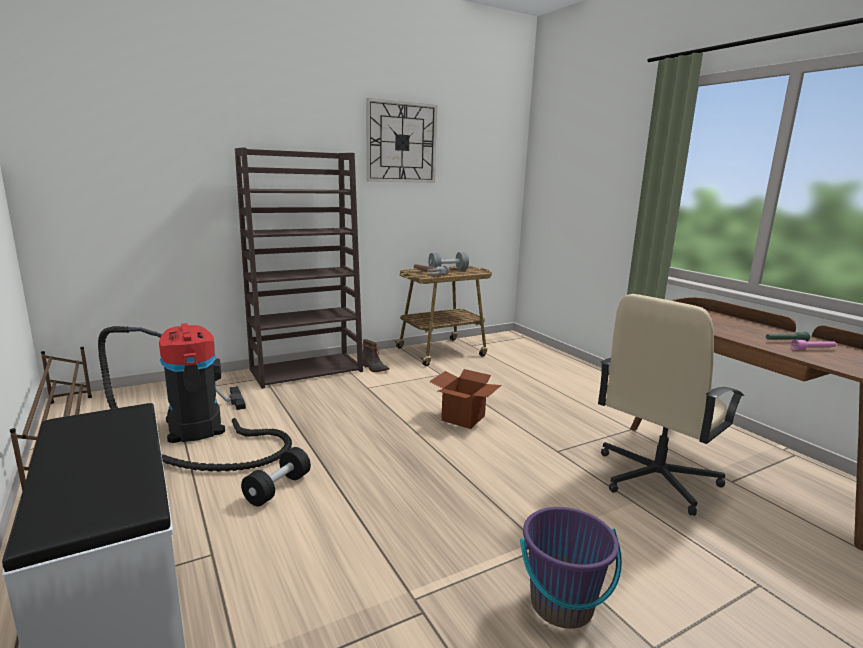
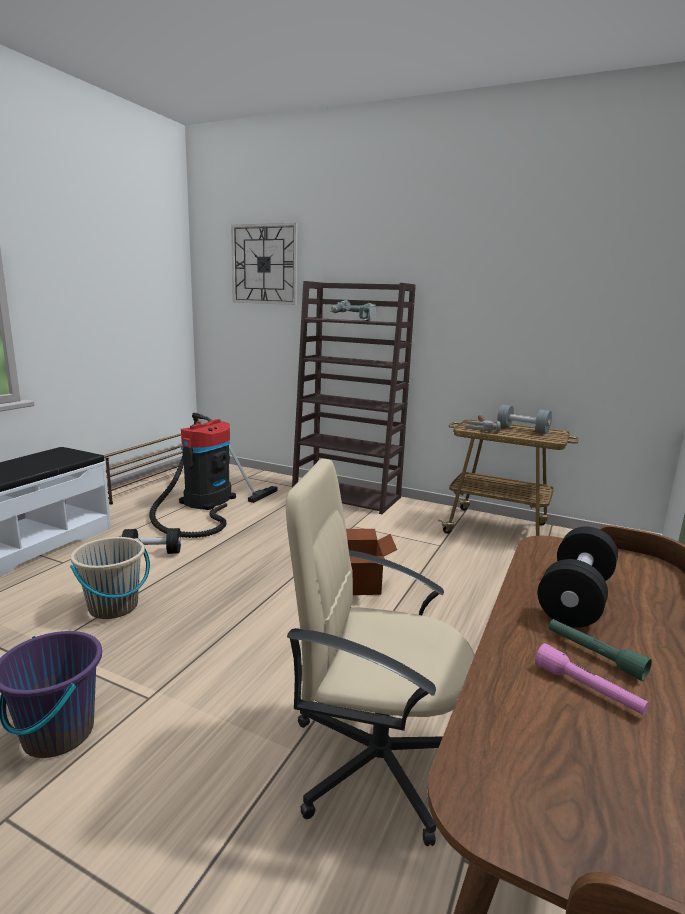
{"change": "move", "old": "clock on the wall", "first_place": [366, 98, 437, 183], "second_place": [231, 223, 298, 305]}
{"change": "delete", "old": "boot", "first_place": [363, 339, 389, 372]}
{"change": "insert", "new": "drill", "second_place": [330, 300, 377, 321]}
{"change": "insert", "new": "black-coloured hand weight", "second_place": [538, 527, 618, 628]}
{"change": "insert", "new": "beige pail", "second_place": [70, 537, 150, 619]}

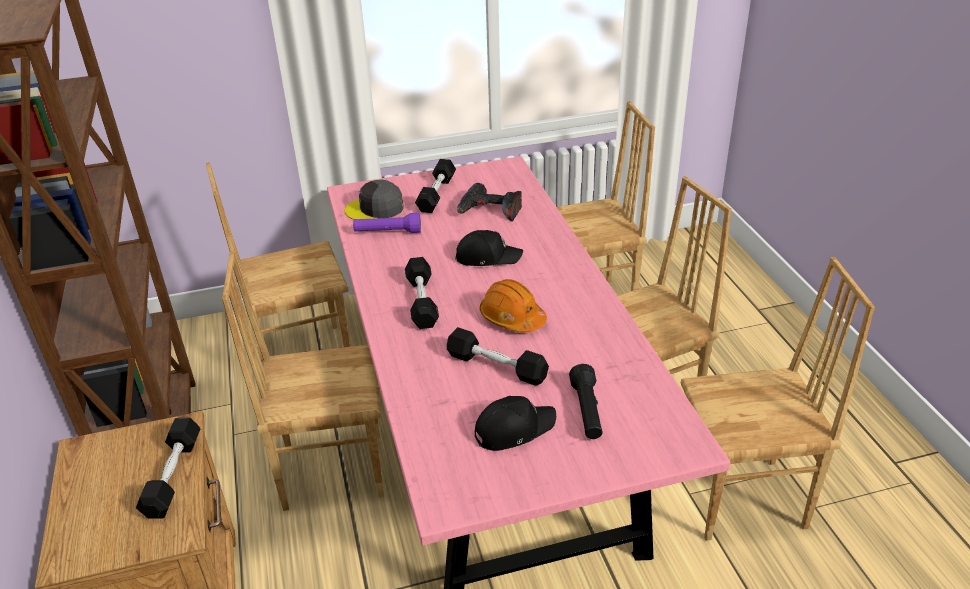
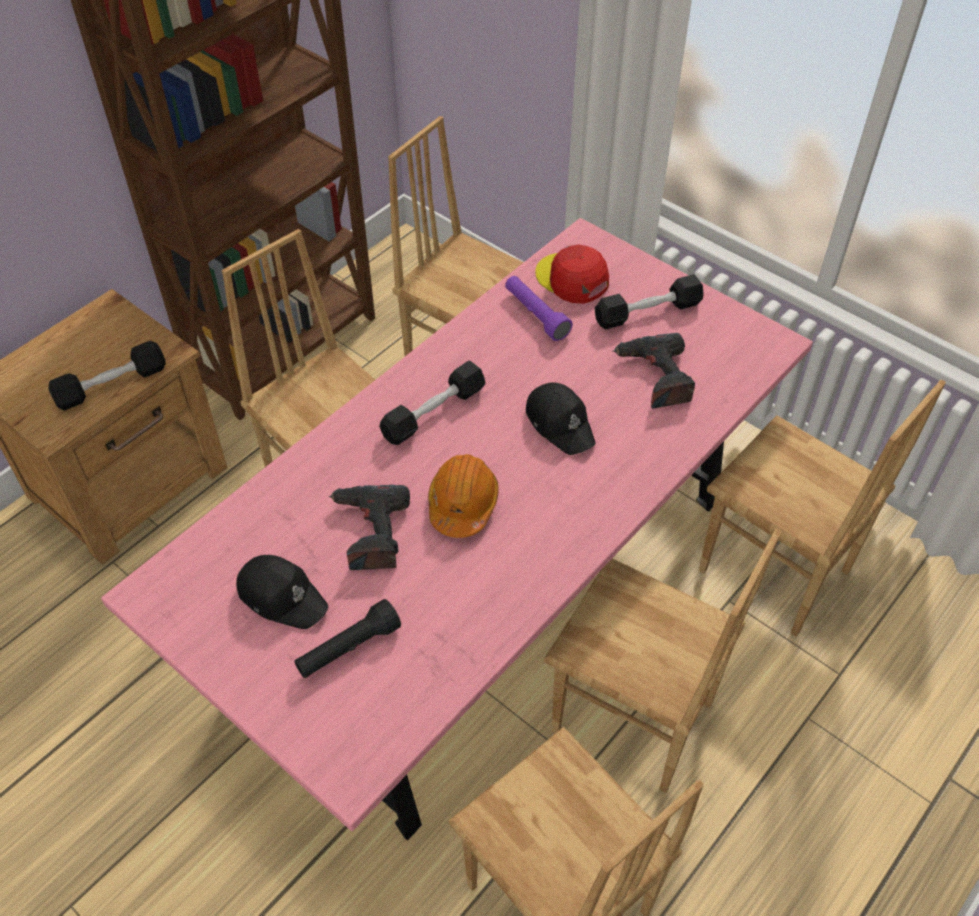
{"change": "recolor", "old": "grey peaked cap", "new": "red-coloured peaked cap", "first_place": [344, 179, 403, 220], "second_place": [535, 245, 609, 304]}
{"change": "replace", "old": "black-coloured hand weight", "new": "drill", "first_place": [447, 327, 549, 386], "second_place": [329, 485, 410, 570]}

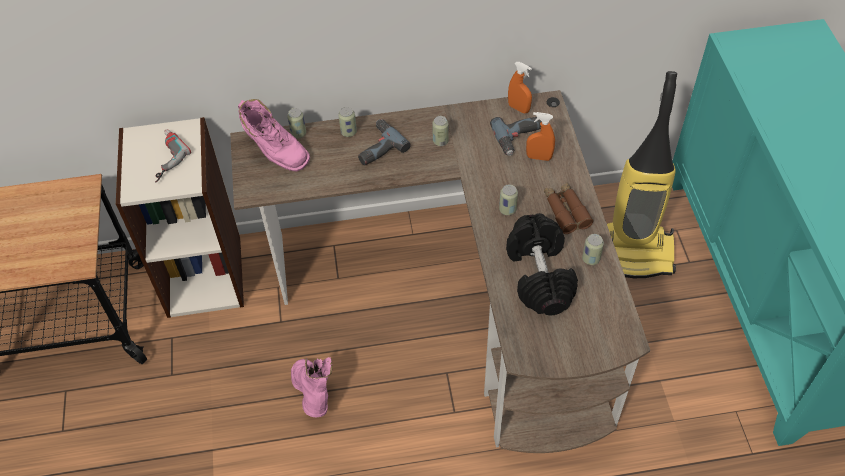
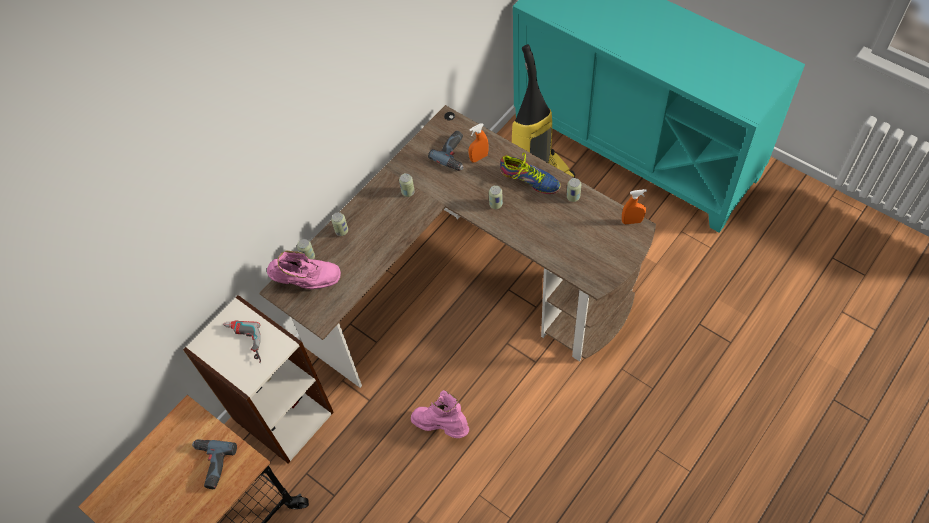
{"change": "move", "old": "orangey spray bottle", "first_place": [508, 62, 532, 113], "second_place": [622, 189, 647, 224]}
{"change": "move", "old": "drill", "first_place": [358, 119, 411, 165], "second_place": [192, 439, 237, 489]}
{"change": "replace", "old": "brown-coloured binoculars", "new": "item of footwear", "first_place": [544, 182, 593, 234], "second_place": [500, 153, 561, 194]}
{"change": "delete", "old": "black-coloured hand weight", "first_place": [506, 213, 578, 315]}

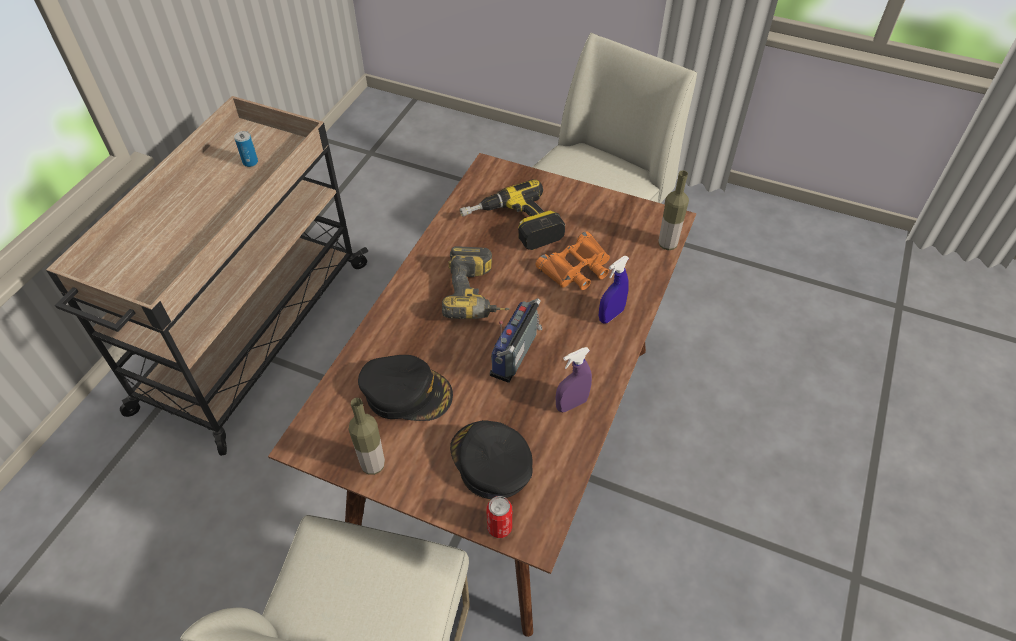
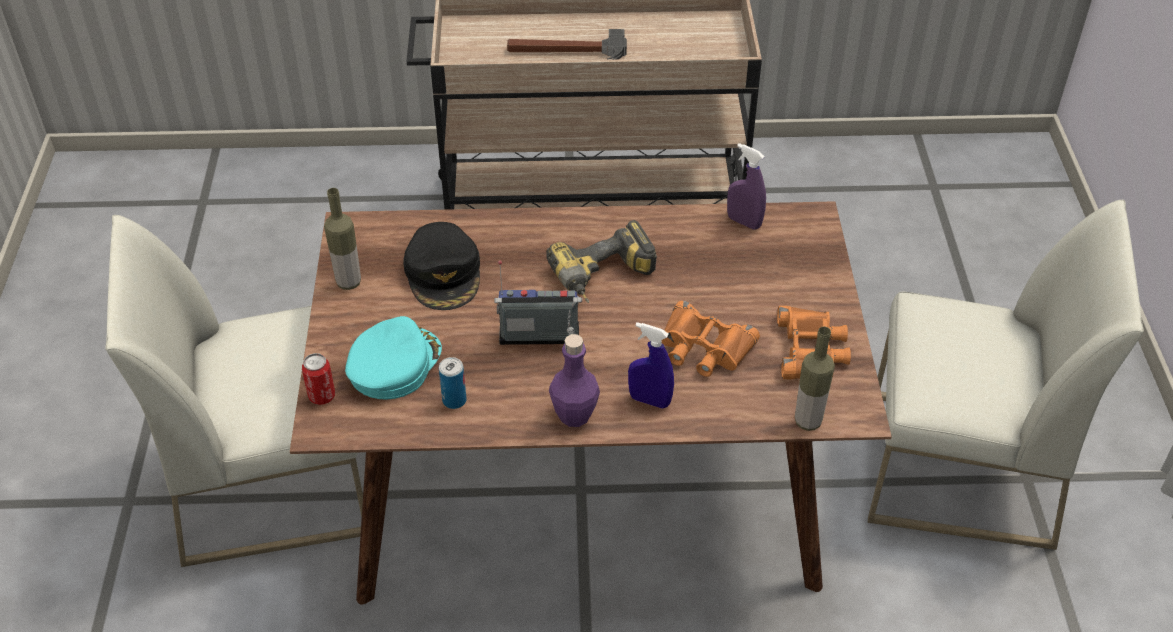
{"change": "move", "old": "metal can", "first_place": [234, 131, 258, 167], "second_place": [439, 357, 467, 409]}
{"change": "delete", "old": "drill", "first_place": [460, 179, 565, 250]}
{"change": "move", "old": "purplish spray bottle", "first_place": [555, 347, 592, 412], "second_place": [727, 143, 766, 230]}
{"change": "recolor", "old": "black-coloured peaked cap", "new": "turquoise-coloured peaked cap", "first_place": [450, 420, 533, 499], "second_place": [345, 316, 442, 400]}
{"change": "insert", "new": "hammer", "second_place": [507, 29, 627, 60]}
{"change": "insert", "new": "orangey binoculars", "second_place": [777, 306, 851, 379]}
{"change": "insert", "new": "purplish beverage bottle", "second_place": [549, 334, 600, 427]}

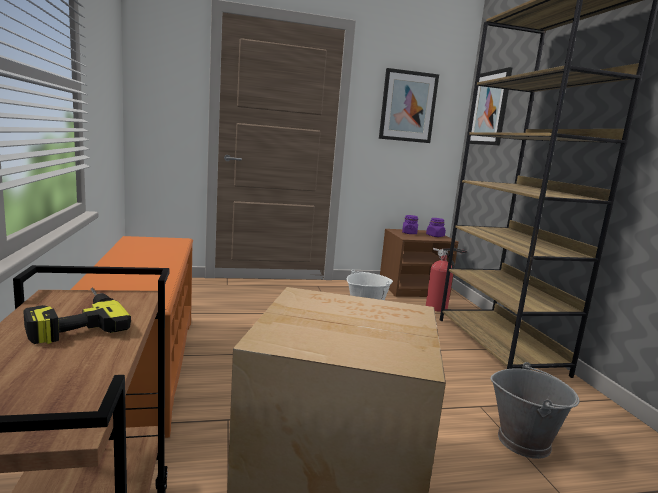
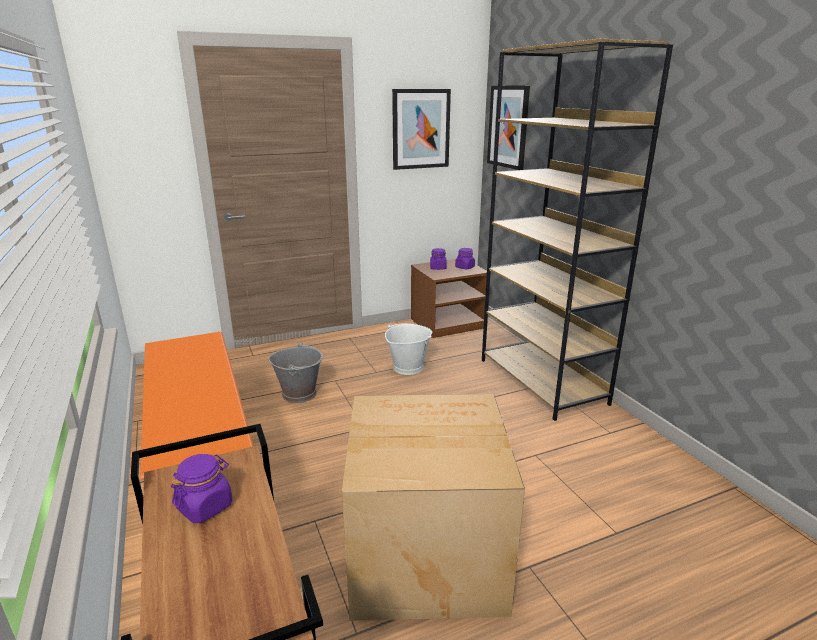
{"change": "delete", "old": "fire-fighting cylinder", "first_place": [426, 248, 467, 312]}
{"change": "replace", "old": "drill", "new": "purplish preserve jar", "first_place": [23, 288, 131, 344], "second_place": [171, 454, 233, 523]}
{"change": "move", "old": "grey pail", "first_place": [490, 362, 579, 459], "second_place": [268, 342, 323, 403]}

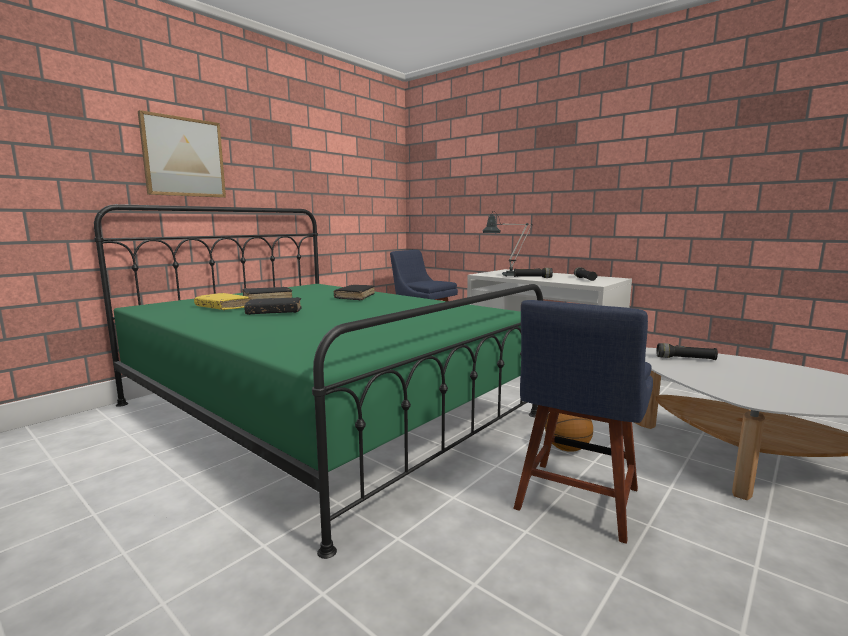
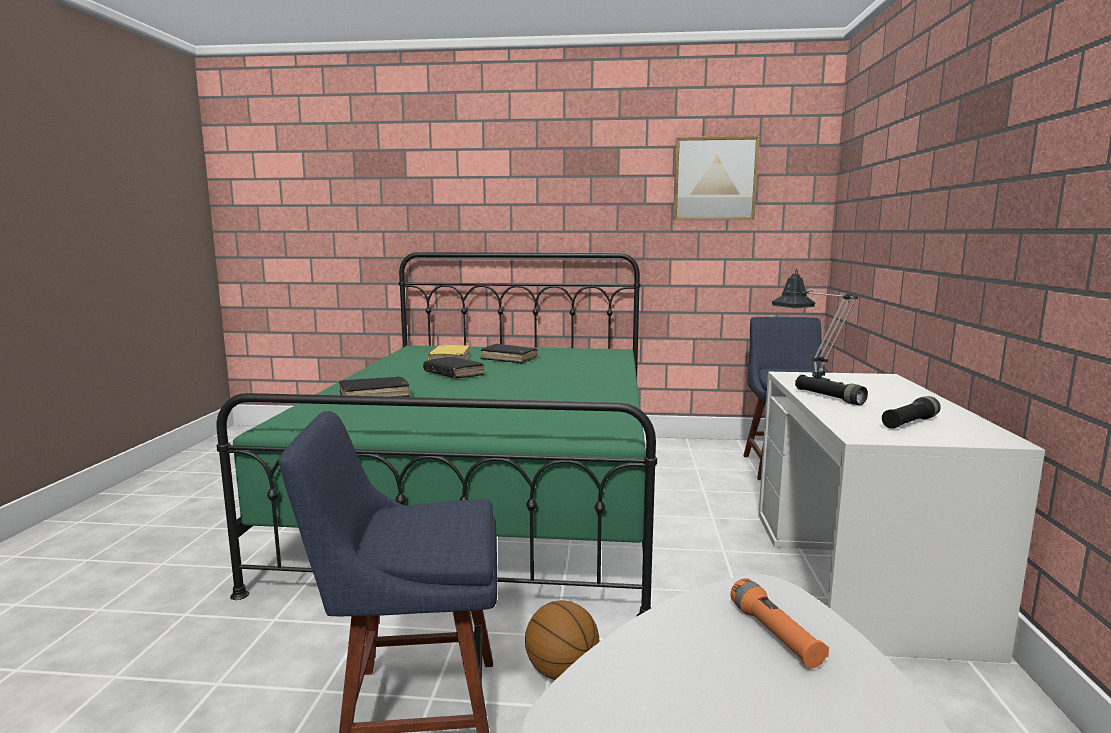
{"change": "move", "old": "wall art", "first_place": [138, 110, 226, 198], "second_place": [673, 136, 760, 220]}
{"change": "move", "old": "black-coloured book", "first_place": [334, 285, 375, 300], "second_place": [339, 376, 410, 397]}
{"change": "recolor", "old": "black-coloured torch", "new": "orangey torch", "first_place": [656, 343, 718, 360], "second_place": [730, 578, 829, 668]}

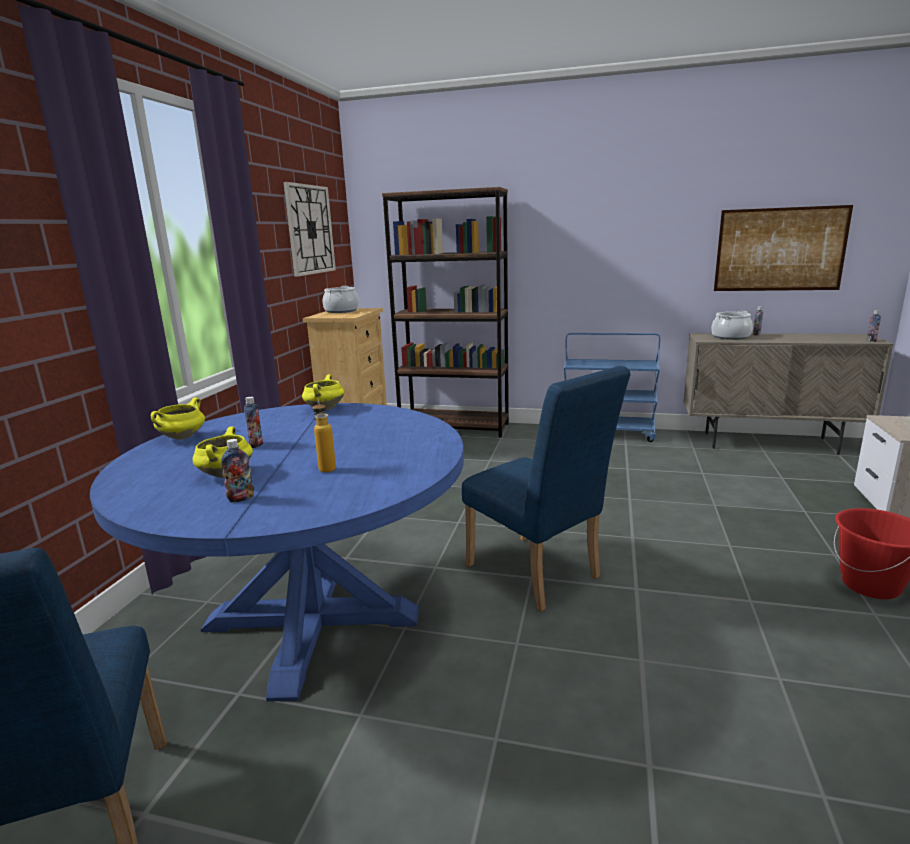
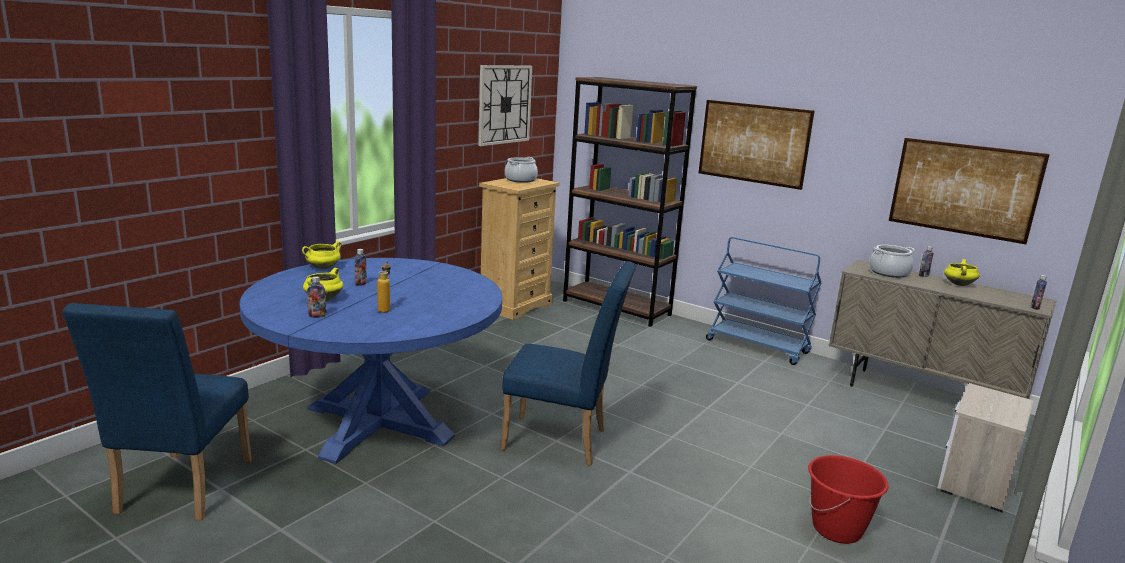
{"change": "rotate", "old": "blue-coloured upright chair", "first_place": [462, 366, 631, 612], "second_place": [501, 261, 636, 466], "degrees": -60}
{"change": "move", "old": "yellow cooking pot", "first_place": [302, 374, 344, 410], "second_place": [944, 259, 980, 286]}
{"change": "insert", "new": "wall art", "second_place": [699, 100, 814, 190]}

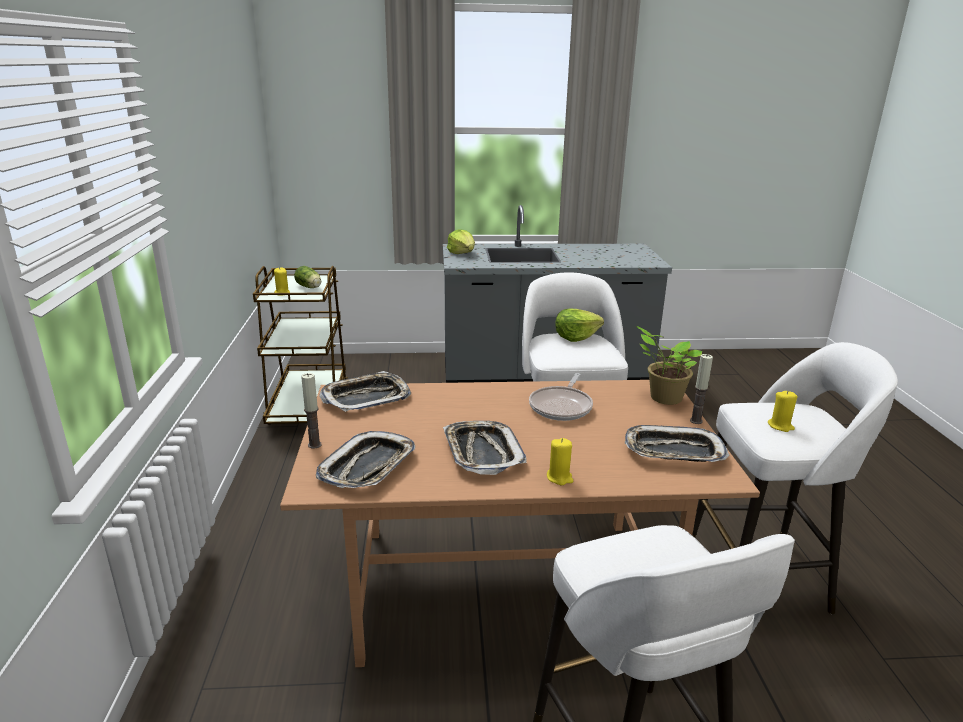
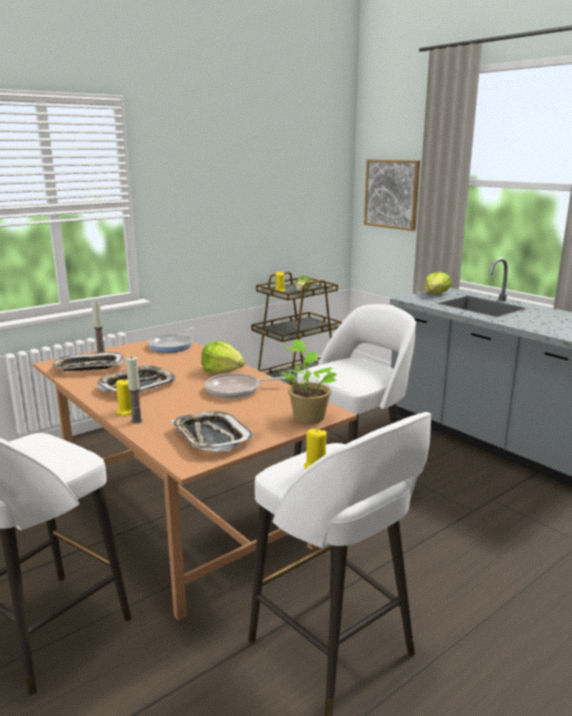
{"change": "move", "old": "lettuce head", "first_place": [555, 309, 604, 342], "second_place": [201, 341, 245, 373]}
{"change": "move", "old": "wax light", "first_place": [690, 354, 713, 424], "second_place": [126, 357, 143, 424]}
{"change": "replace", "old": "carrying tray", "new": "skillet", "first_place": [319, 371, 411, 412], "second_place": [148, 327, 195, 352]}
{"change": "insert", "new": "wall art", "second_place": [364, 160, 420, 231]}

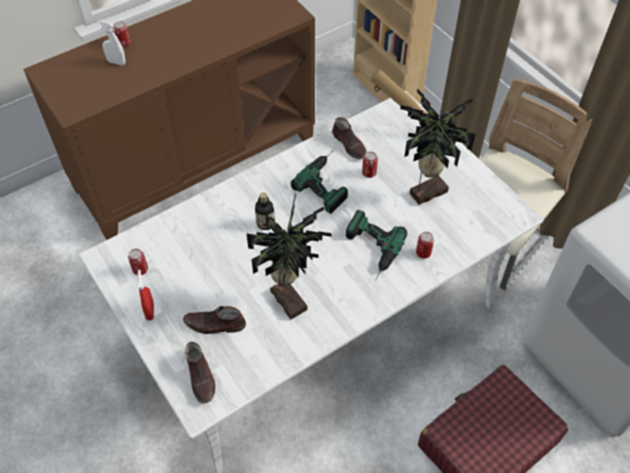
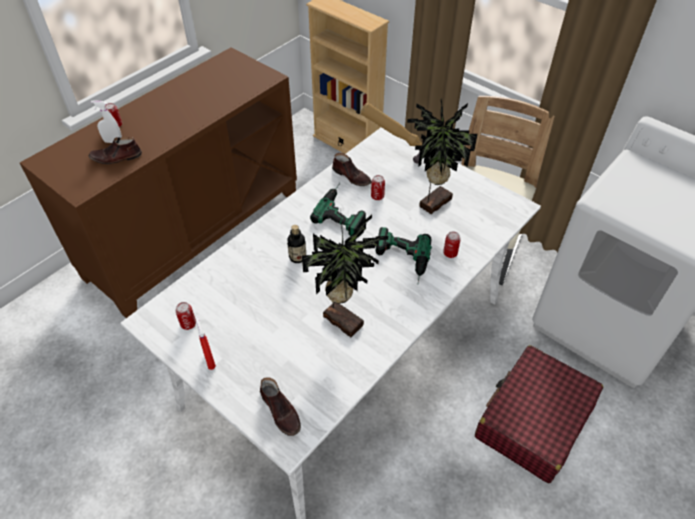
{"change": "move", "old": "brown-coloured item of footwear", "first_place": [183, 306, 246, 334], "second_place": [89, 137, 142, 164]}

